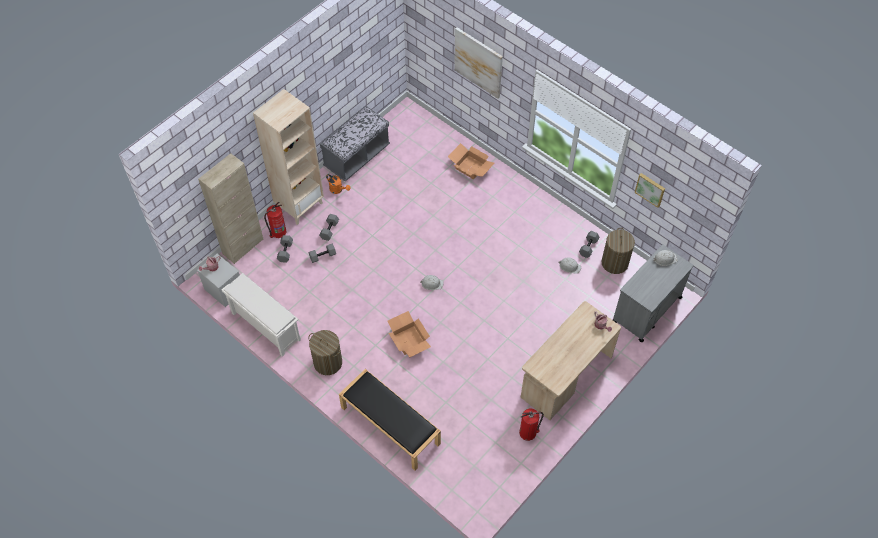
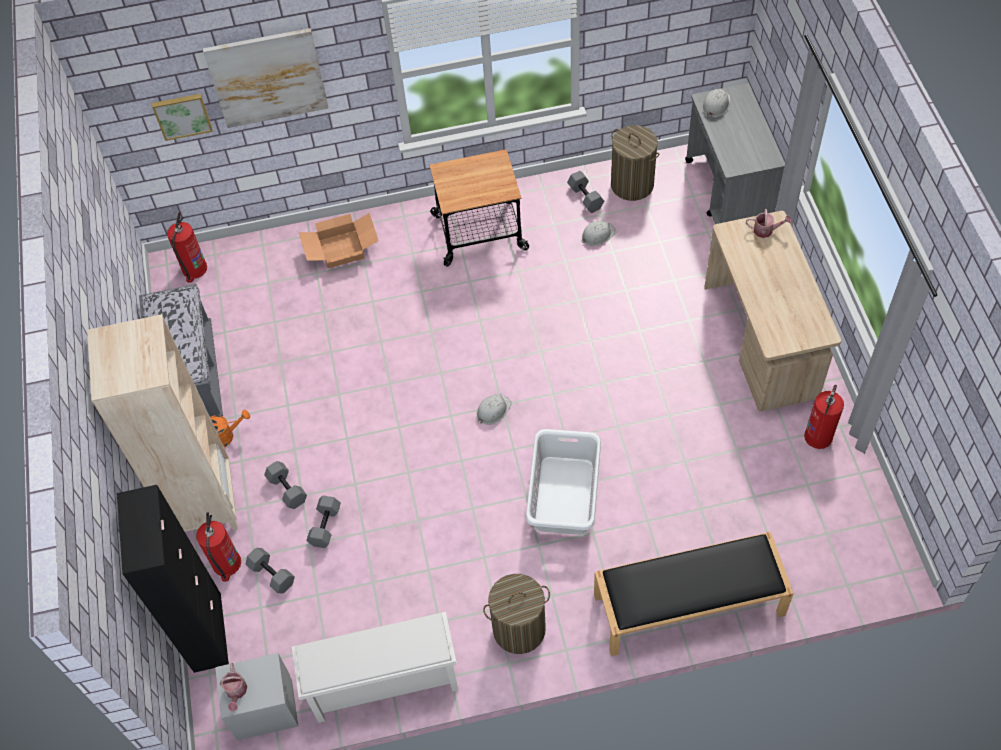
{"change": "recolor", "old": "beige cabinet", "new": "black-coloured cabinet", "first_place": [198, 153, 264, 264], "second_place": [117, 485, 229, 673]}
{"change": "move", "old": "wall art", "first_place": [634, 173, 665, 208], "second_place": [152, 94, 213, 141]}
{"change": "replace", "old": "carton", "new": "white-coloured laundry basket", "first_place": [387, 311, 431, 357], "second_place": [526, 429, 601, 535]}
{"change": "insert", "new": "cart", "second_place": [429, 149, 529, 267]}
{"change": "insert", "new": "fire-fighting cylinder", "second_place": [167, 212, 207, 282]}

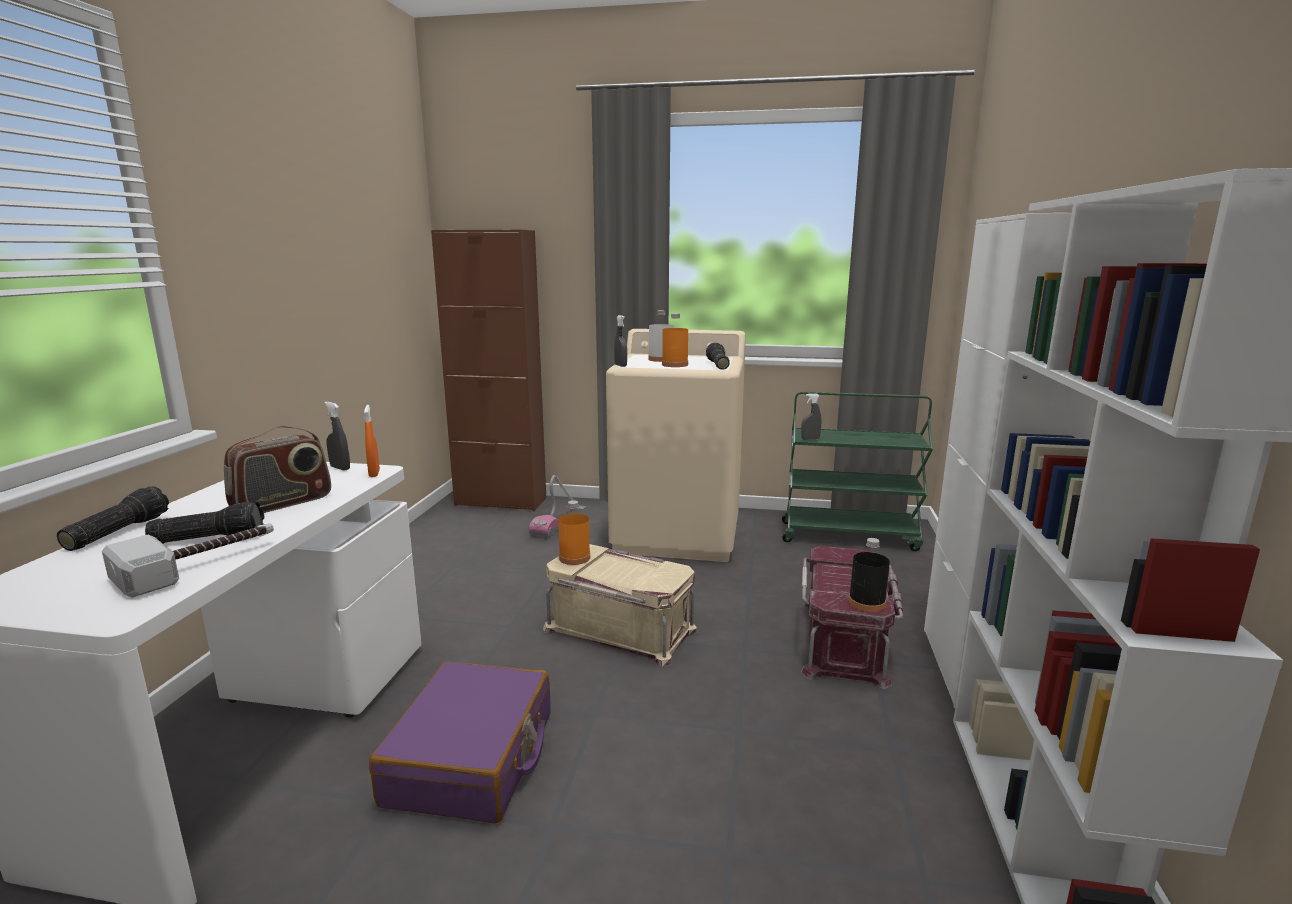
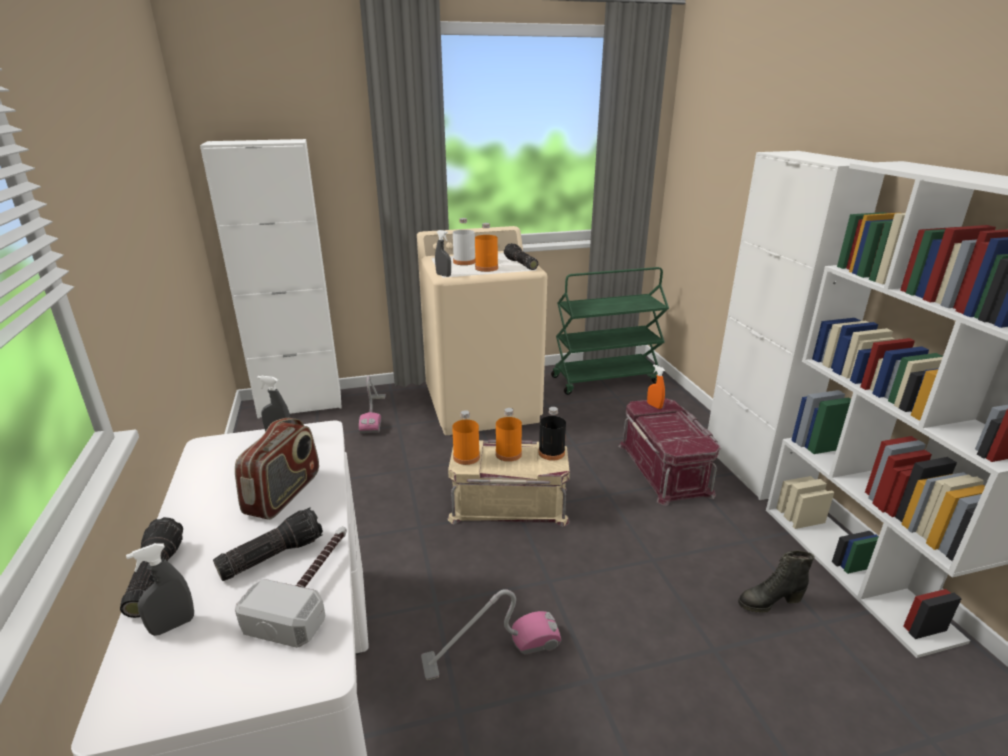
{"change": "recolor", "old": "brown-coloured cabinet", "new": "white-coloured cabinet", "first_place": [431, 229, 546, 511], "second_place": [200, 139, 342, 419]}
{"change": "move", "old": "grey spray bottle", "first_place": [801, 393, 821, 440], "second_place": [126, 543, 194, 636]}
{"change": "move", "old": "orangey spray bottle", "first_place": [364, 405, 380, 477], "second_place": [647, 365, 665, 409]}
{"change": "move", "old": "black-coloured beverage bottle", "first_place": [849, 538, 890, 612], "second_place": [538, 407, 566, 461]}
{"change": "replace", "old": "purplish piece of luggage", "new": "hoover", "first_place": [369, 661, 551, 824], "second_place": [421, 589, 561, 680]}
{"change": "insert", "new": "orangey beverage bottle", "second_place": [496, 408, 522, 462]}
{"change": "insert", "new": "black-coloured boot", "second_place": [738, 550, 814, 613]}

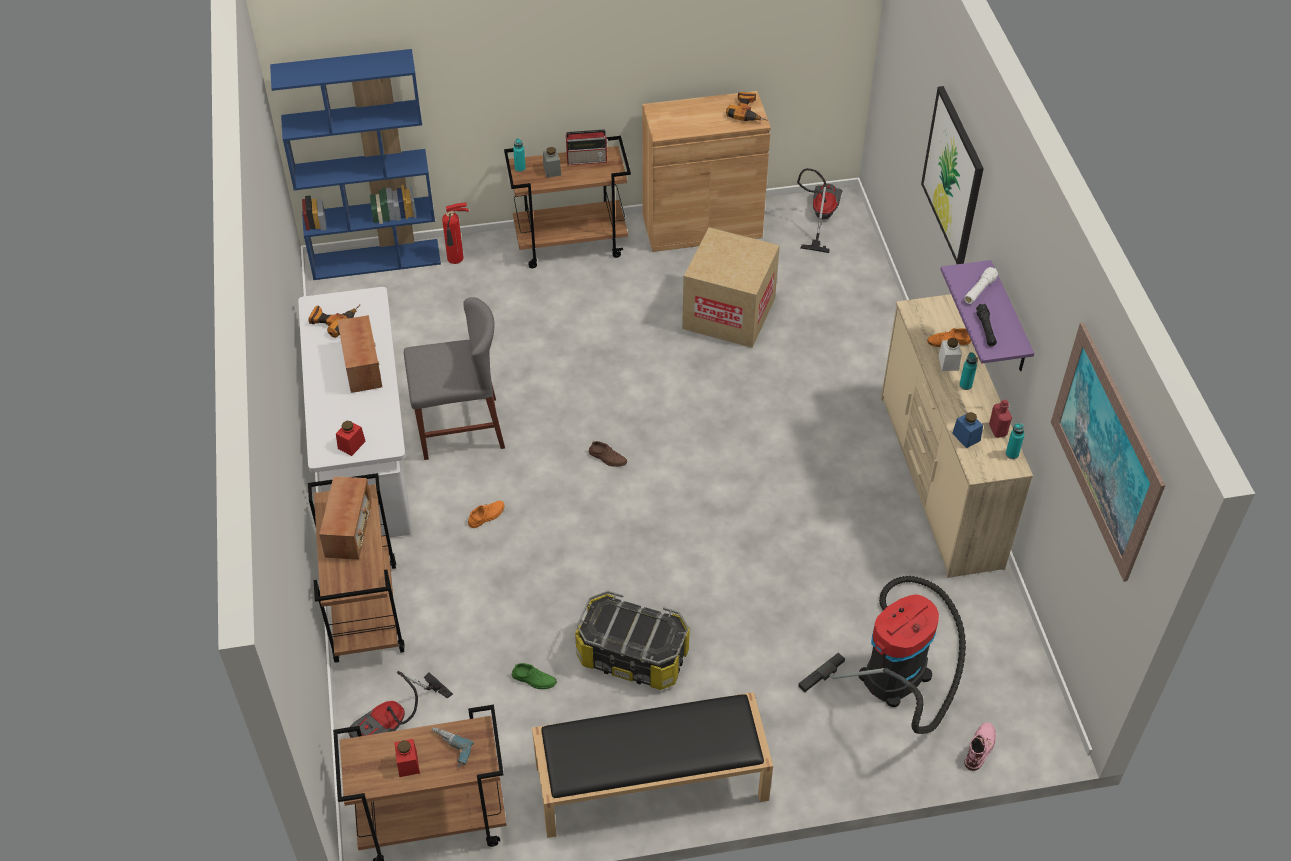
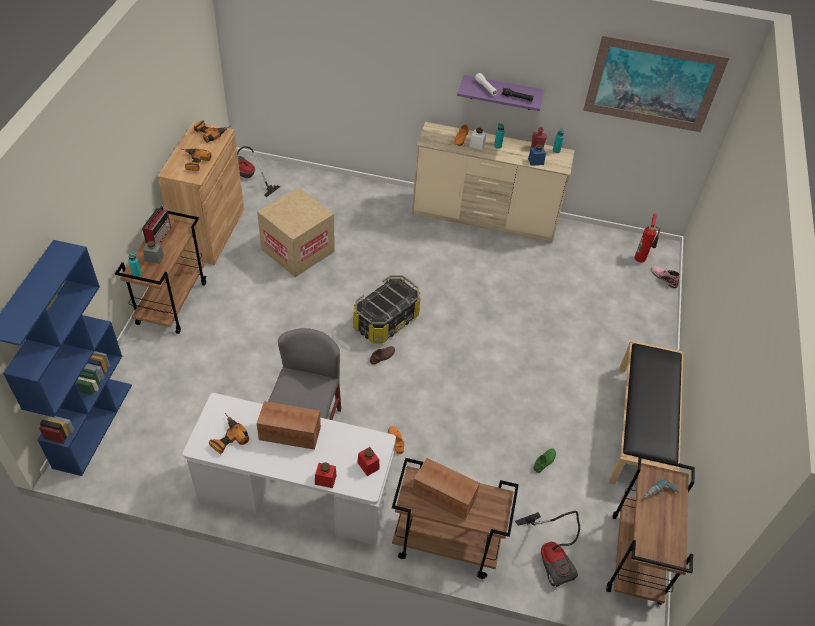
{"change": "delete", "old": "wall art", "first_place": [921, 86, 984, 264]}
{"change": "move", "old": "fire-fighting cylinder", "first_place": [442, 202, 469, 264], "second_place": [635, 213, 660, 263]}
{"change": "delete", "old": "hoover", "first_place": [798, 576, 966, 734]}
{"change": "move", "old": "storage box", "first_place": [575, 591, 690, 690], "second_place": [353, 275, 420, 343]}
{"change": "move", "old": "red-coloured preserve jar", "first_place": [394, 739, 420, 777], "second_place": [315, 462, 337, 488]}
{"change": "insert", "new": "drill", "second_place": [182, 148, 212, 171]}

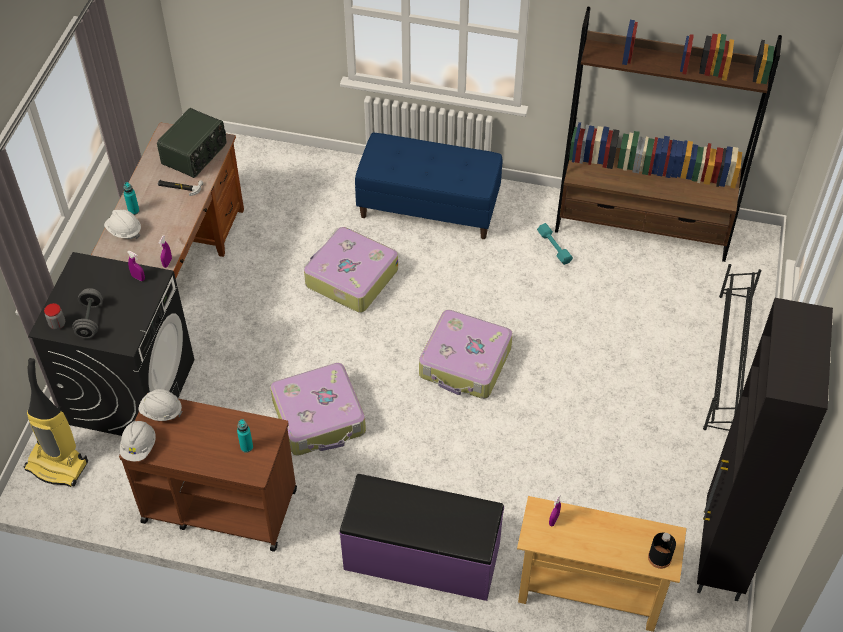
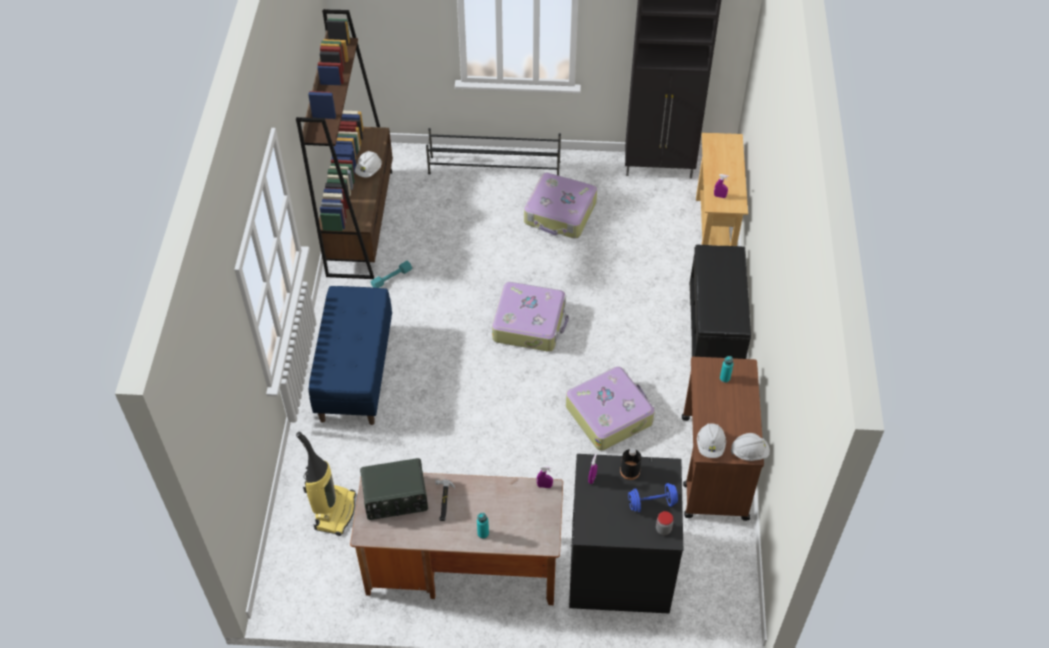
{"change": "rotate", "old": "radio receiver", "first_place": [157, 108, 226, 178], "second_place": [360, 458, 428, 520], "degrees": 150}
{"change": "move", "old": "white-coloured work helmet", "first_place": [104, 210, 141, 239], "second_place": [355, 151, 382, 178]}
{"change": "move", "old": "piece of luggage", "first_place": [304, 227, 398, 312], "second_place": [524, 173, 597, 239]}
{"change": "recolor", "old": "grey hand weight", "new": "blue-coloured hand weight", "first_place": [72, 288, 103, 339], "second_place": [628, 483, 678, 512]}
{"change": "move", "old": "hoover", "first_place": [24, 358, 88, 487], "second_place": [296, 431, 356, 536]}
{"change": "recolor", "old": "purplish long seat", "new": "black-coloured long seat", "first_place": [340, 474, 504, 601], "second_place": [689, 244, 751, 359]}
{"change": "move", "old": "black-coloured beverage bottle", "first_place": [648, 532, 676, 569], "second_place": [620, 448, 642, 480]}

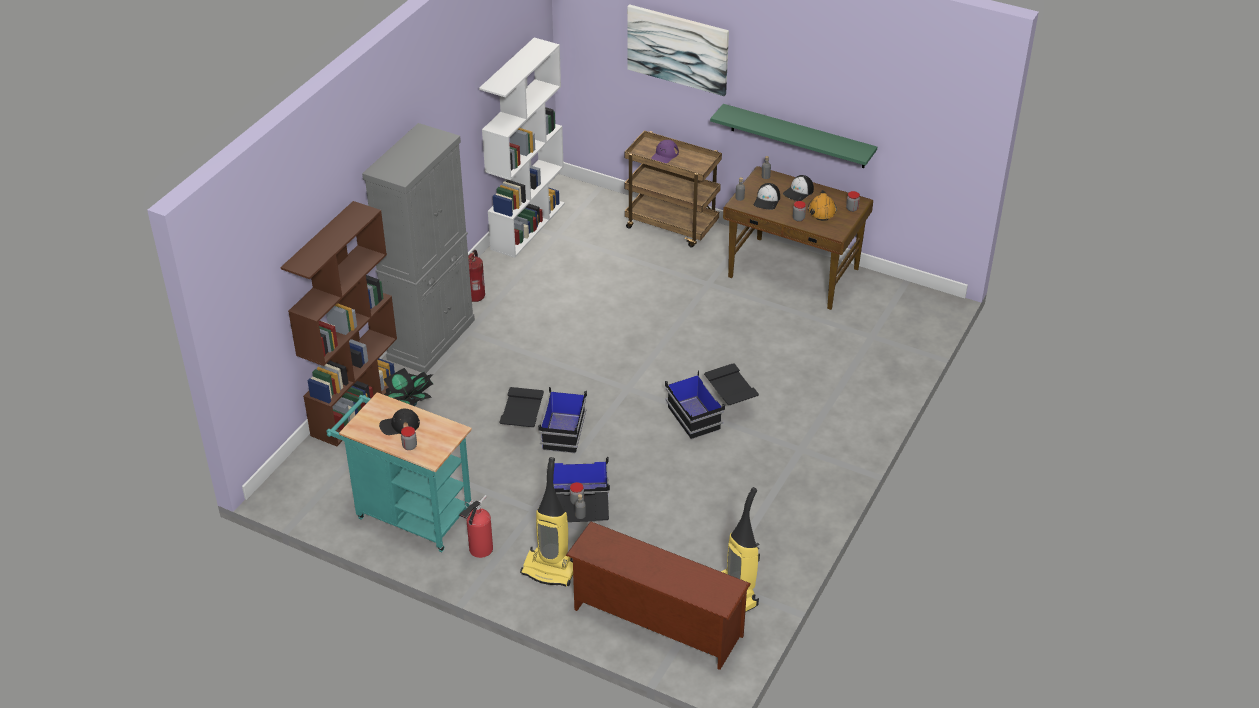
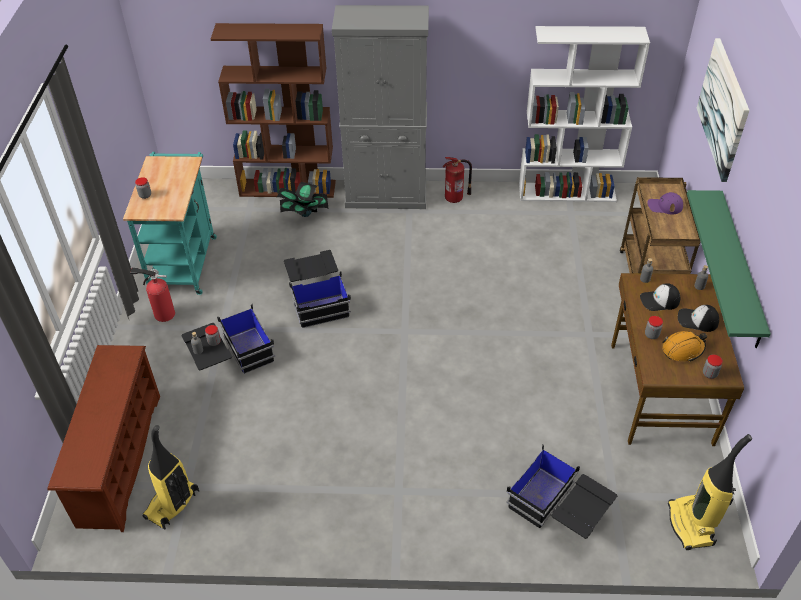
{"change": "move", "old": "black-coloured storage box", "first_place": [665, 363, 759, 439], "second_place": [506, 445, 617, 539]}
{"change": "delete", "old": "black-coloured peaked cap", "first_place": [379, 408, 420, 435]}
{"change": "move", "old": "hoover", "first_place": [520, 457, 573, 587], "second_place": [668, 434, 752, 550]}

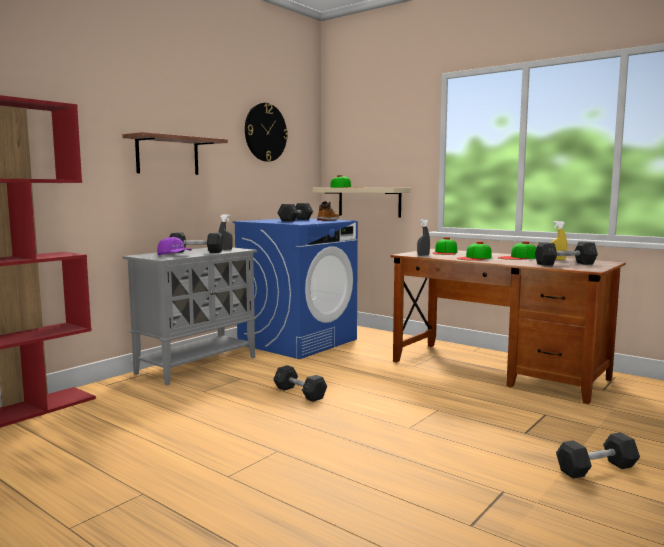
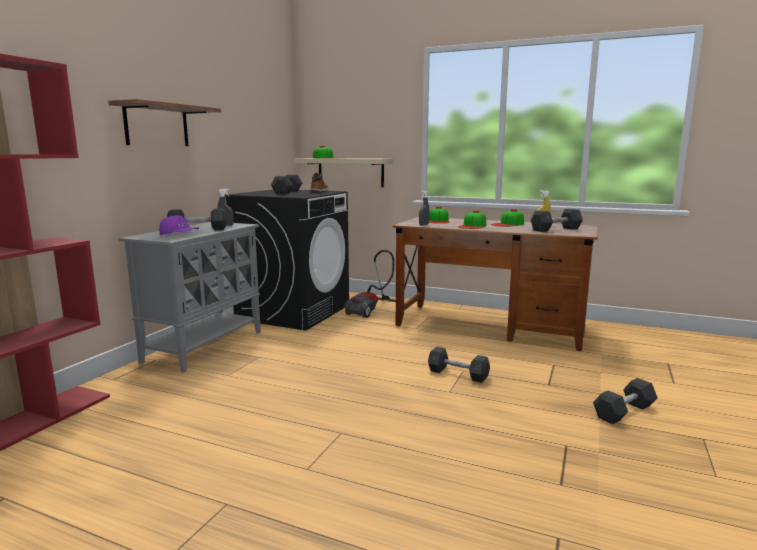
{"change": "delete", "old": "clock on the wall", "first_place": [245, 103, 288, 162]}
{"change": "recolor", "old": "blue-coloured washing machine", "new": "black-coloured washing machine", "first_place": [233, 218, 358, 359], "second_place": [225, 190, 349, 331]}
{"change": "move", "old": "grey hand weight", "first_place": [273, 365, 327, 402], "second_place": [428, 347, 490, 383]}
{"change": "insert", "new": "hoover", "second_place": [344, 250, 396, 318]}

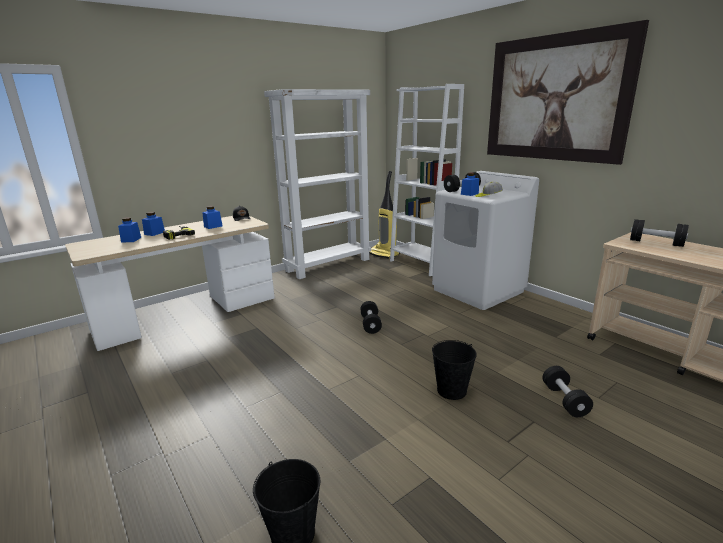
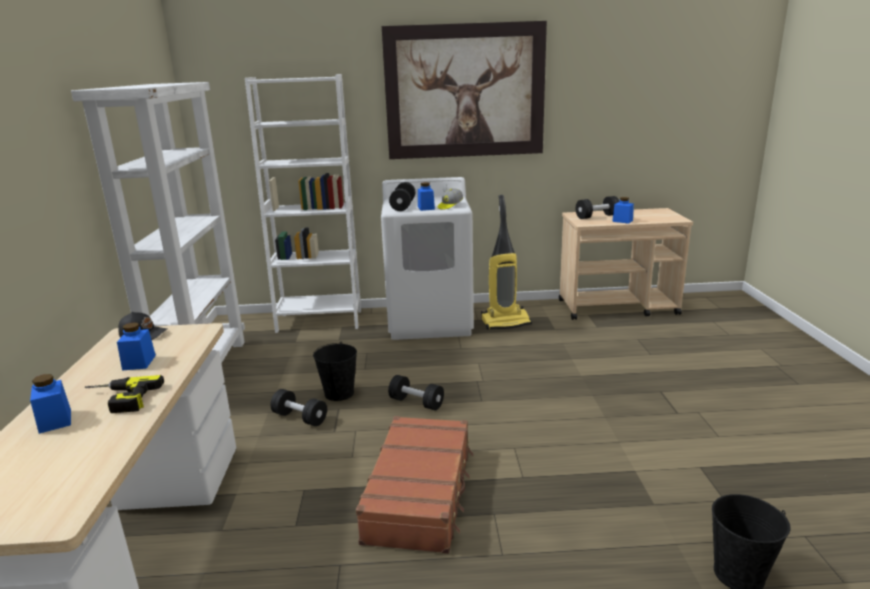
{"change": "move", "old": "hoover", "first_place": [369, 171, 400, 259], "second_place": [481, 195, 532, 330]}
{"change": "move", "old": "blue-coloured preserve jar", "first_place": [118, 217, 141, 243], "second_place": [612, 197, 634, 224]}
{"change": "move", "old": "black-coloured pail", "first_place": [432, 340, 477, 400], "second_place": [313, 342, 357, 401]}
{"change": "move", "old": "black-coloured hand weight", "first_place": [542, 366, 593, 417], "second_place": [270, 389, 327, 426]}
{"change": "insert", "new": "brown-coloured piece of luggage", "second_place": [356, 416, 473, 554]}

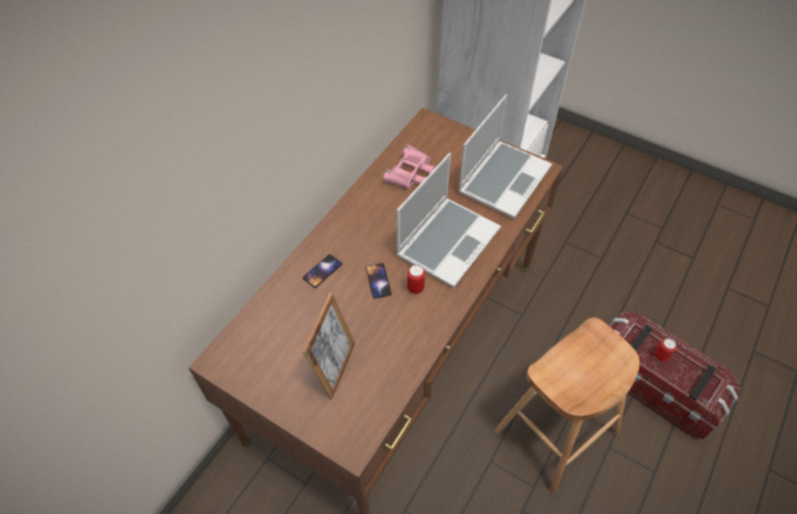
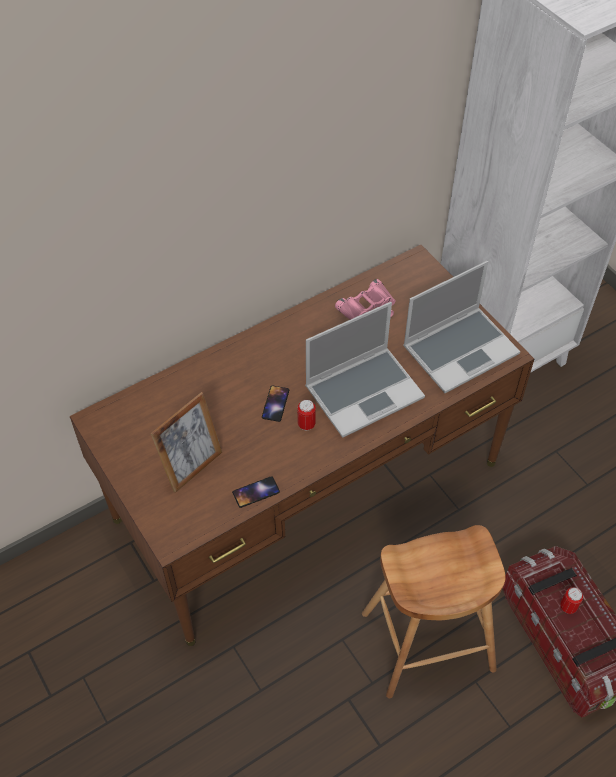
{"change": "move", "old": "telephone", "first_place": [303, 254, 342, 288], "second_place": [232, 476, 280, 508]}

